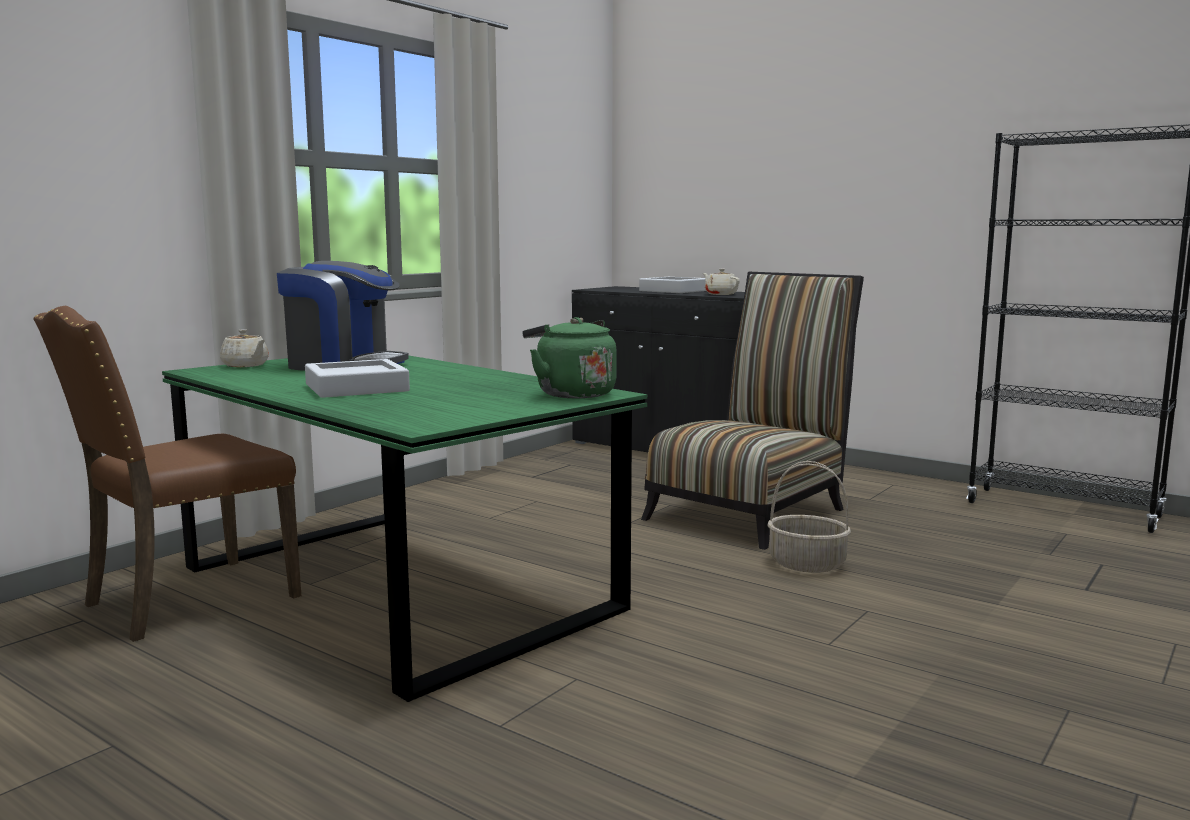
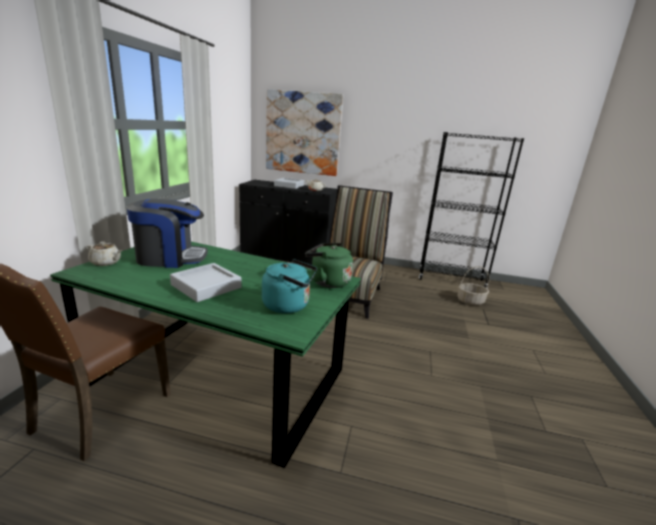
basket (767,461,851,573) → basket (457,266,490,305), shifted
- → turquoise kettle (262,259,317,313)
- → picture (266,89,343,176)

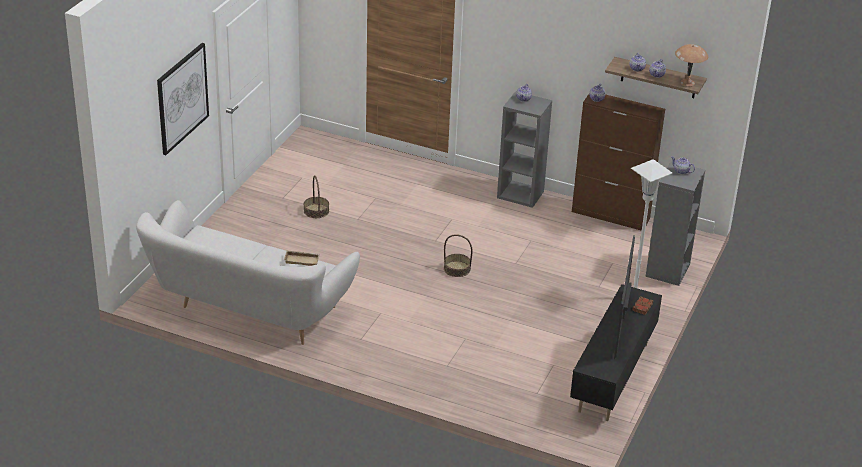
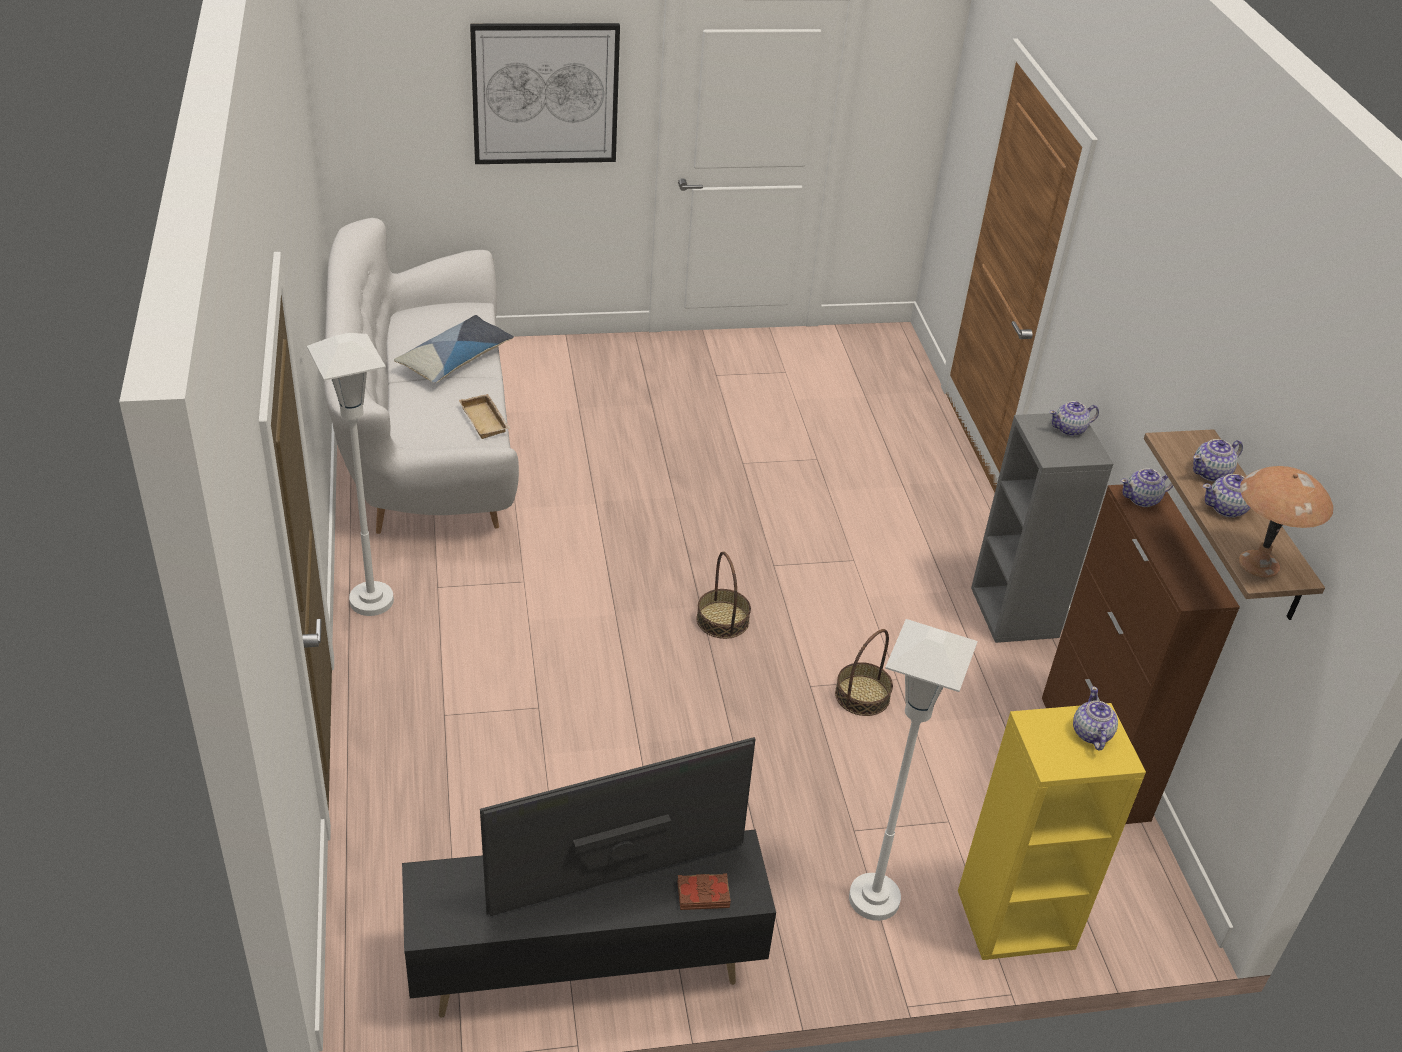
basket (304,175,329,218) → basket (835,629,893,716), shifted
grey bookcase (646,161,705,286) → yellow bookcase (958,703,1146,960)
- → white floor lamp (307,333,394,616)
- → pillow (394,315,514,383)

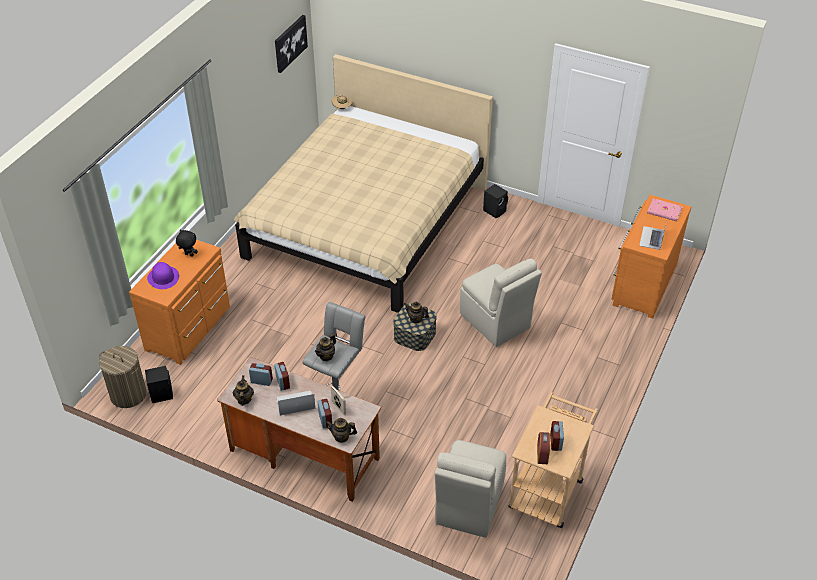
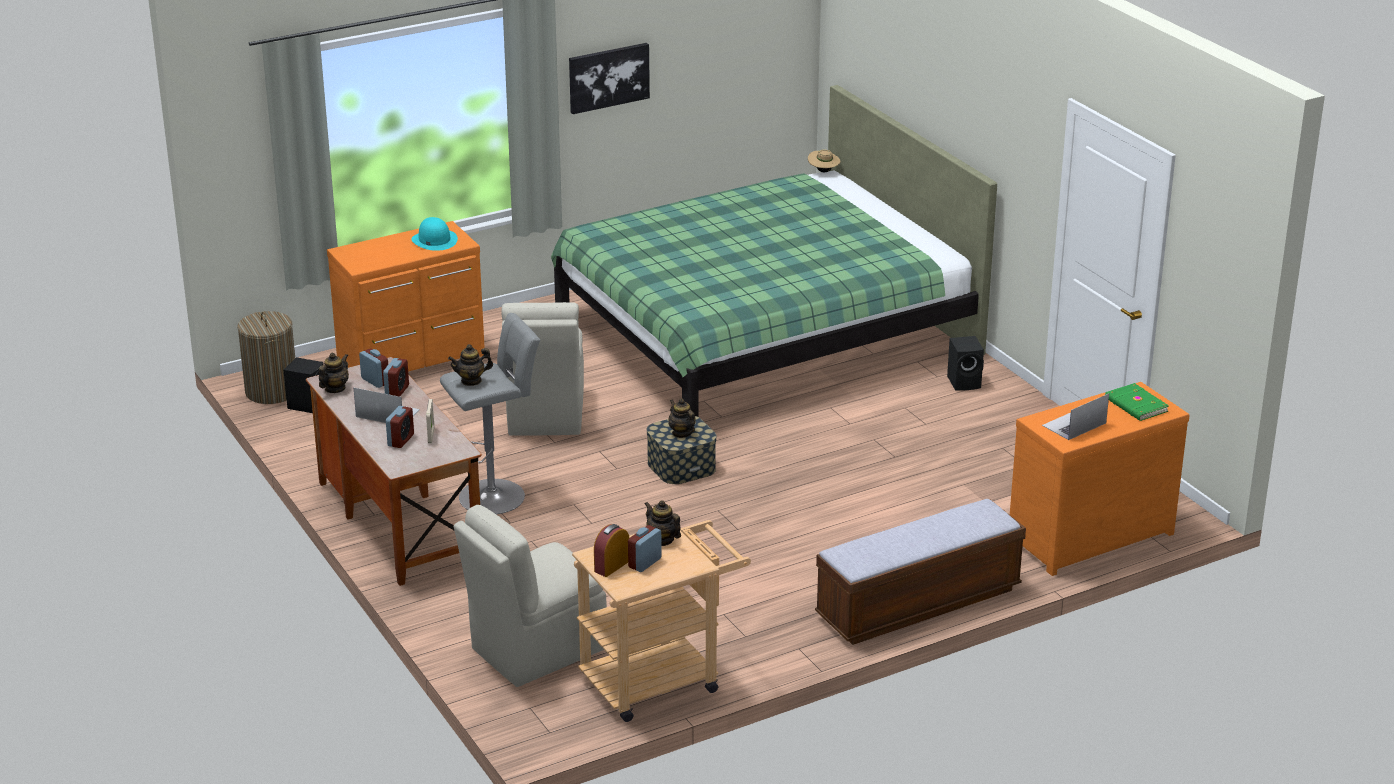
purple hat (147,262,179,289) → -
black plush toy (176,229,198,257) → turquoise hat (411,217,458,251)
beige bed (234,54,493,313) → green bed (551,85,997,417)
picture (275,15,308,73) → picture (569,43,650,114), shifted
teapot (325,418,357,443) → teapot (645,500,681,546), shifted
beige chair (460,259,542,347) → beige chair (501,302,584,436), shifted
pink book (647,198,683,221) → green book (1105,383,1169,421)
- → bench (815,499,1026,645)

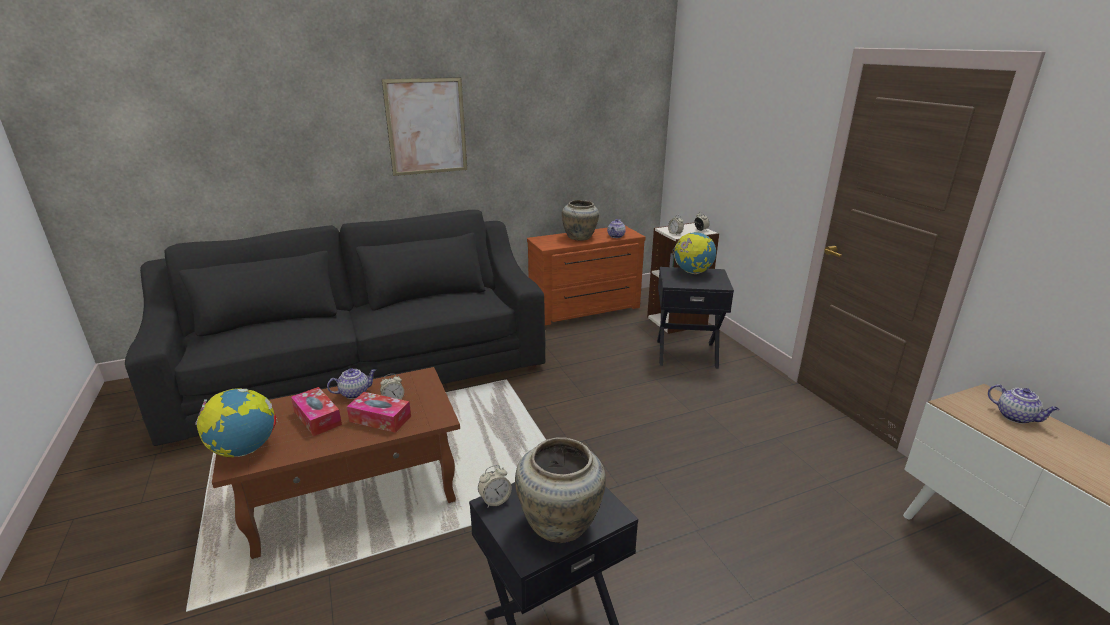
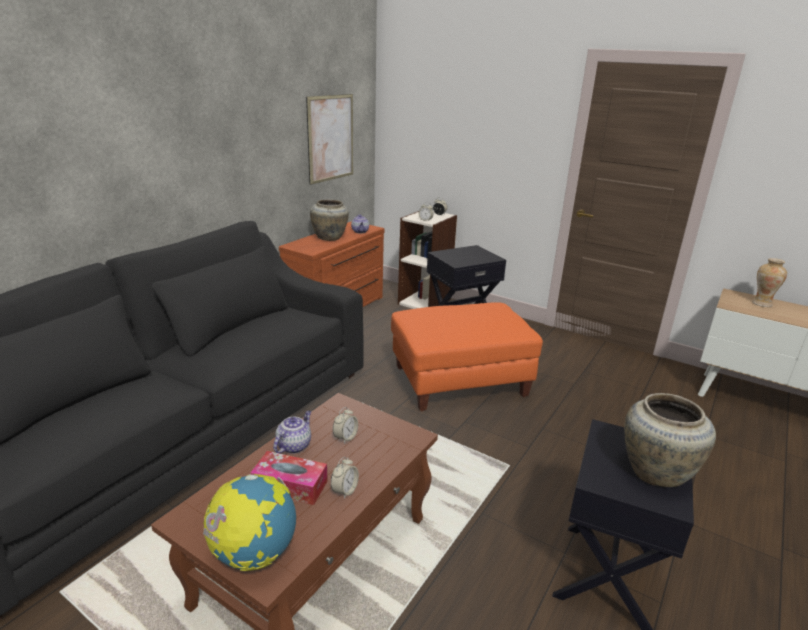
tissue box (347,392,411,433) → -
picture (382,77,467,176) → picture (306,94,353,185), shifted
alarm clock (478,465,512,508) → alarm clock (331,457,359,499), shifted
globe (672,231,716,274) → -
teapot (988,384,1060,424) → vase (752,258,787,307)
- → orange ottoman (391,302,543,411)

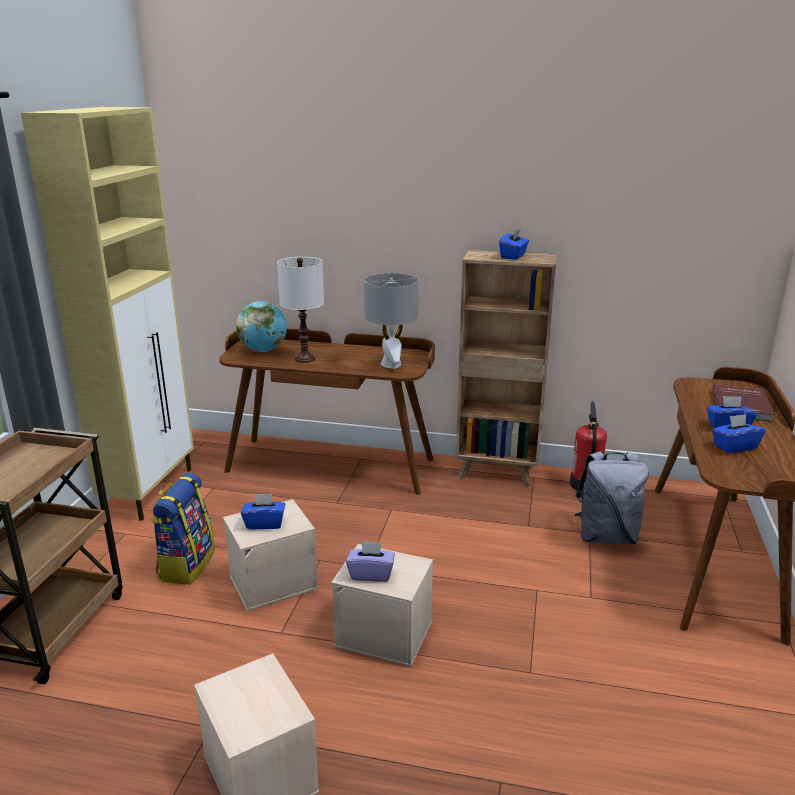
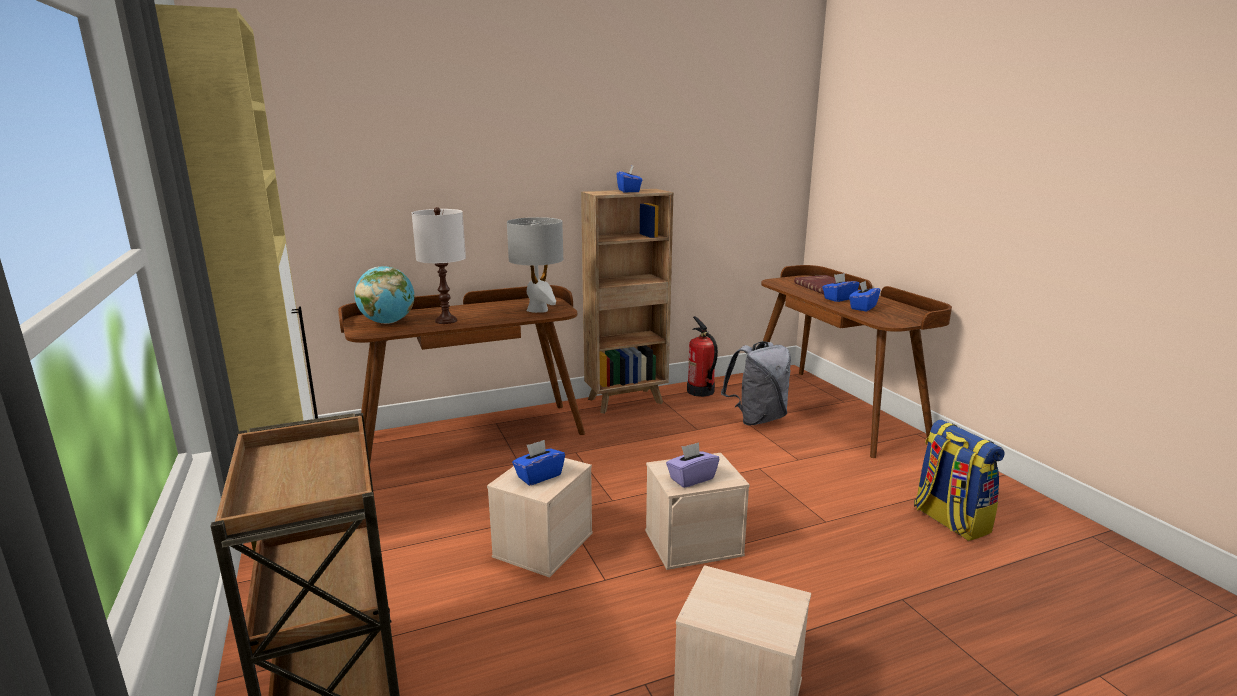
backpack (151,473,215,584) → backpack (914,420,1005,541), shifted

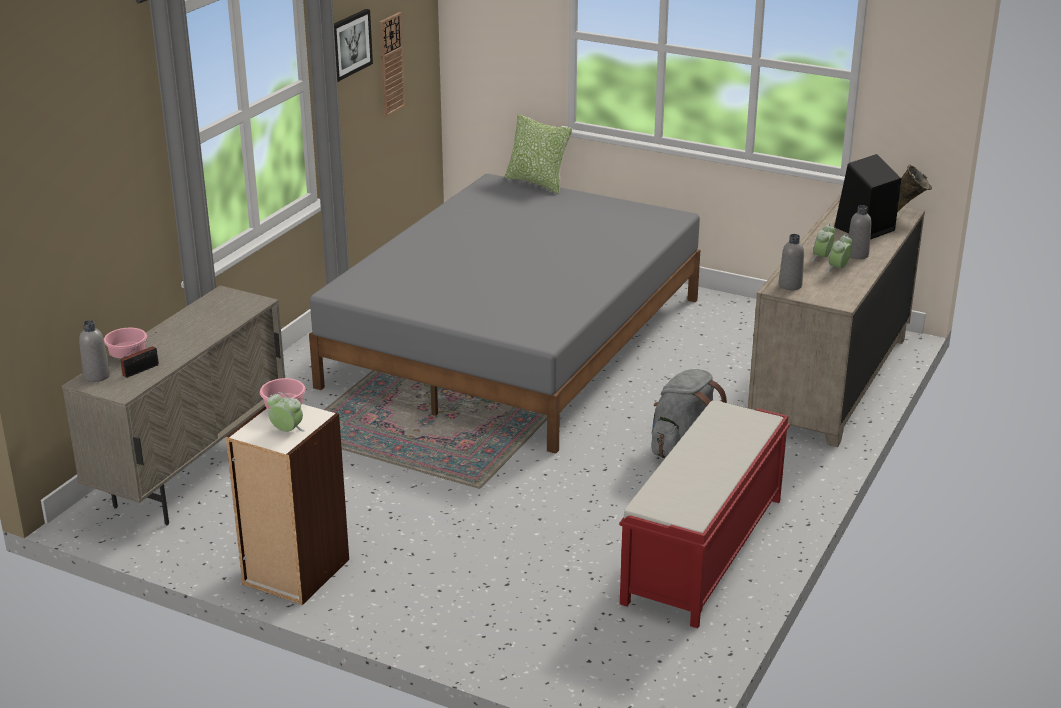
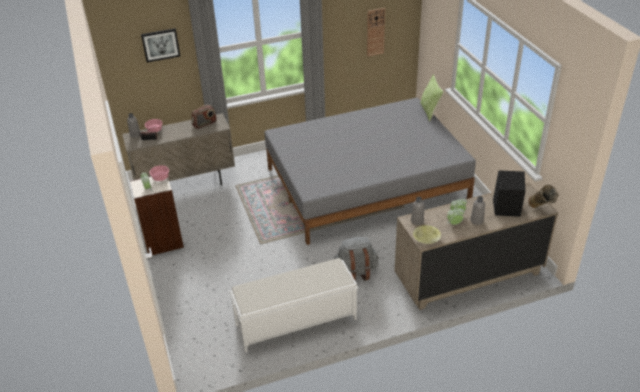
picture (334,9,373,82) → picture (141,28,180,63), shifted
red bench (620,400,790,628) → white bench (229,258,358,352)
- → radio (191,105,217,129)
- → yellow bowl (413,225,441,244)

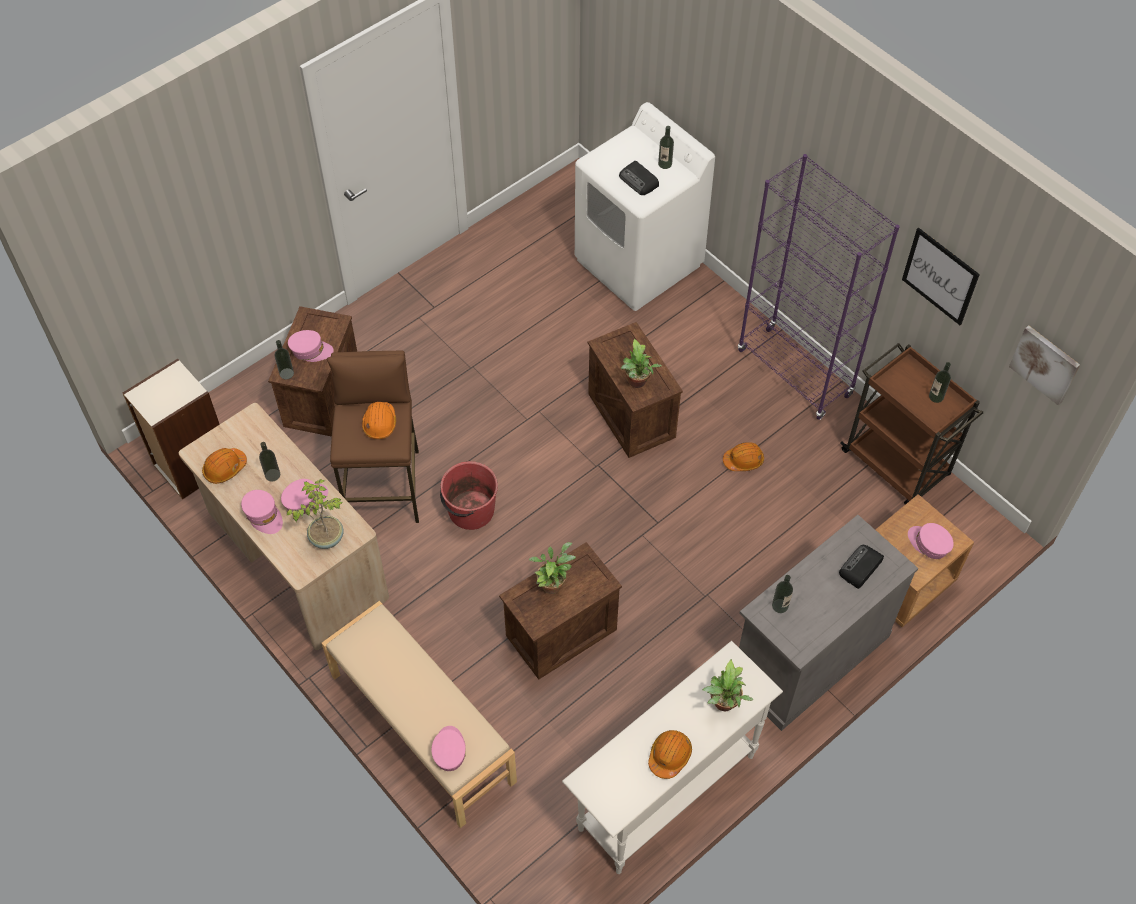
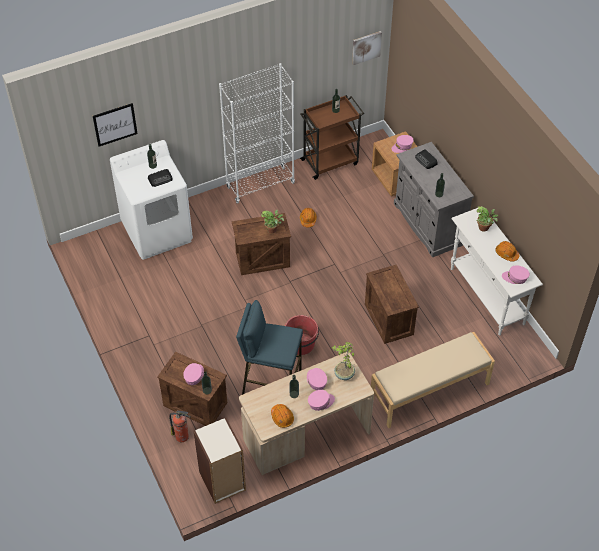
brown stool (327,351,419,523) → blue stool (236,300,303,395)
orange hard hat (362,402,396,439) → -
pink cap (432,726,466,771) → pink cap (502,265,530,284), shifted
potted plant (529,542,576,594) → -
purple bookcase (738,154,900,420) → white bookcase (219,63,295,204)
picture (902,228,980,325) → picture (93,103,138,147), shifted
- → fire extinguisher (169,411,191,442)

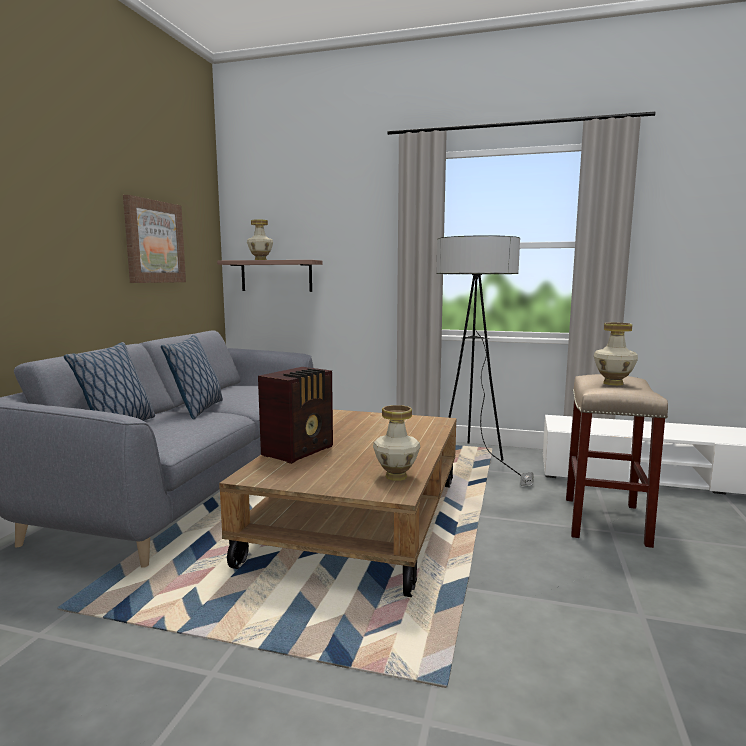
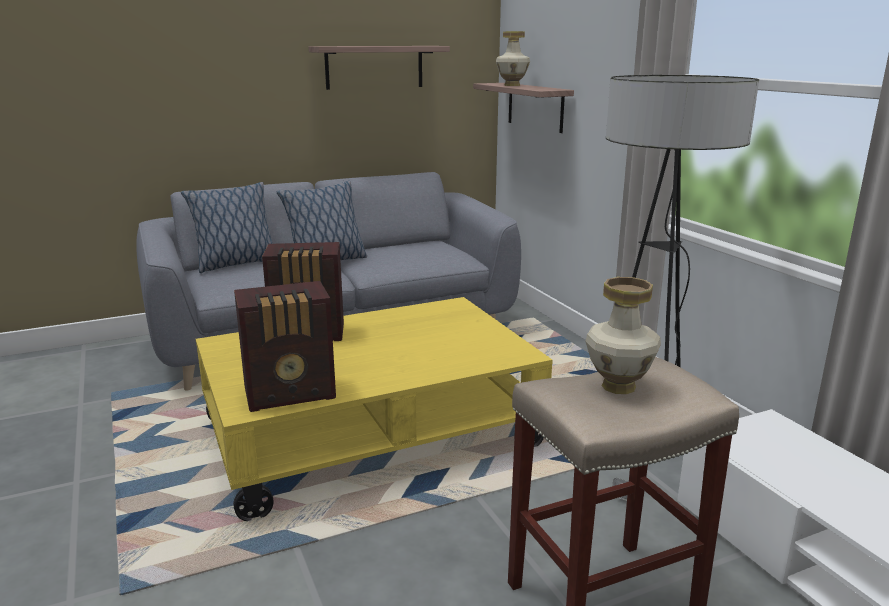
picture (123,195,186,283) → shelf (309,46,450,90)
brown coffee table (219,409,456,597) → yellow coffee table (196,297,553,521)
vase (373,405,420,481) → radio (234,281,336,412)

